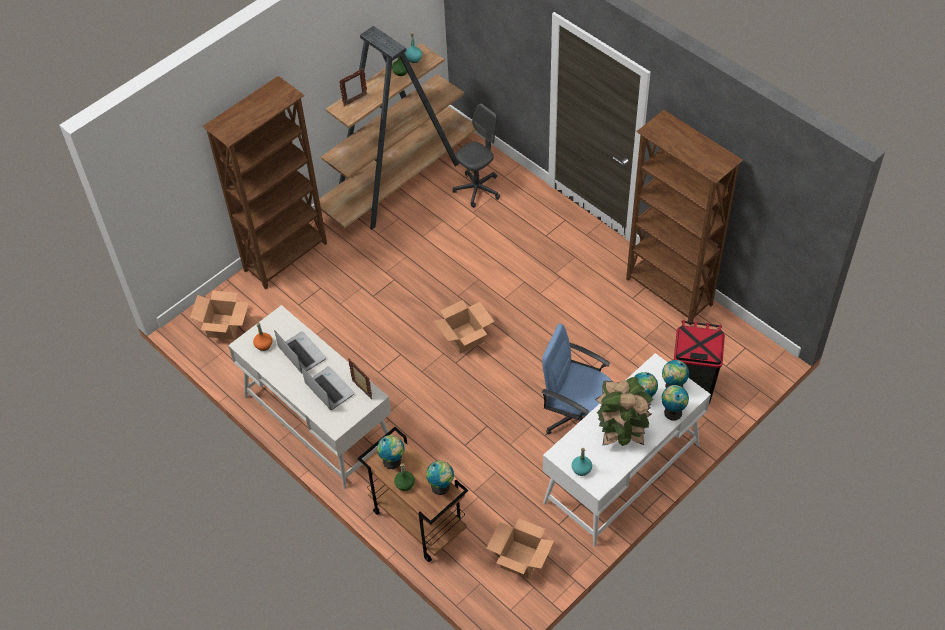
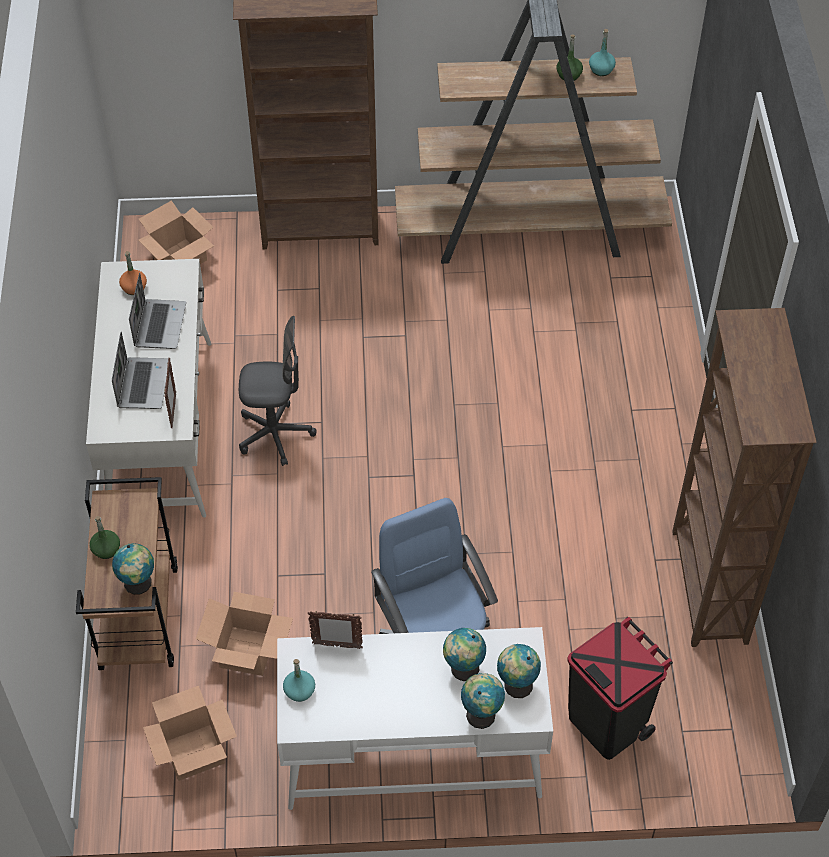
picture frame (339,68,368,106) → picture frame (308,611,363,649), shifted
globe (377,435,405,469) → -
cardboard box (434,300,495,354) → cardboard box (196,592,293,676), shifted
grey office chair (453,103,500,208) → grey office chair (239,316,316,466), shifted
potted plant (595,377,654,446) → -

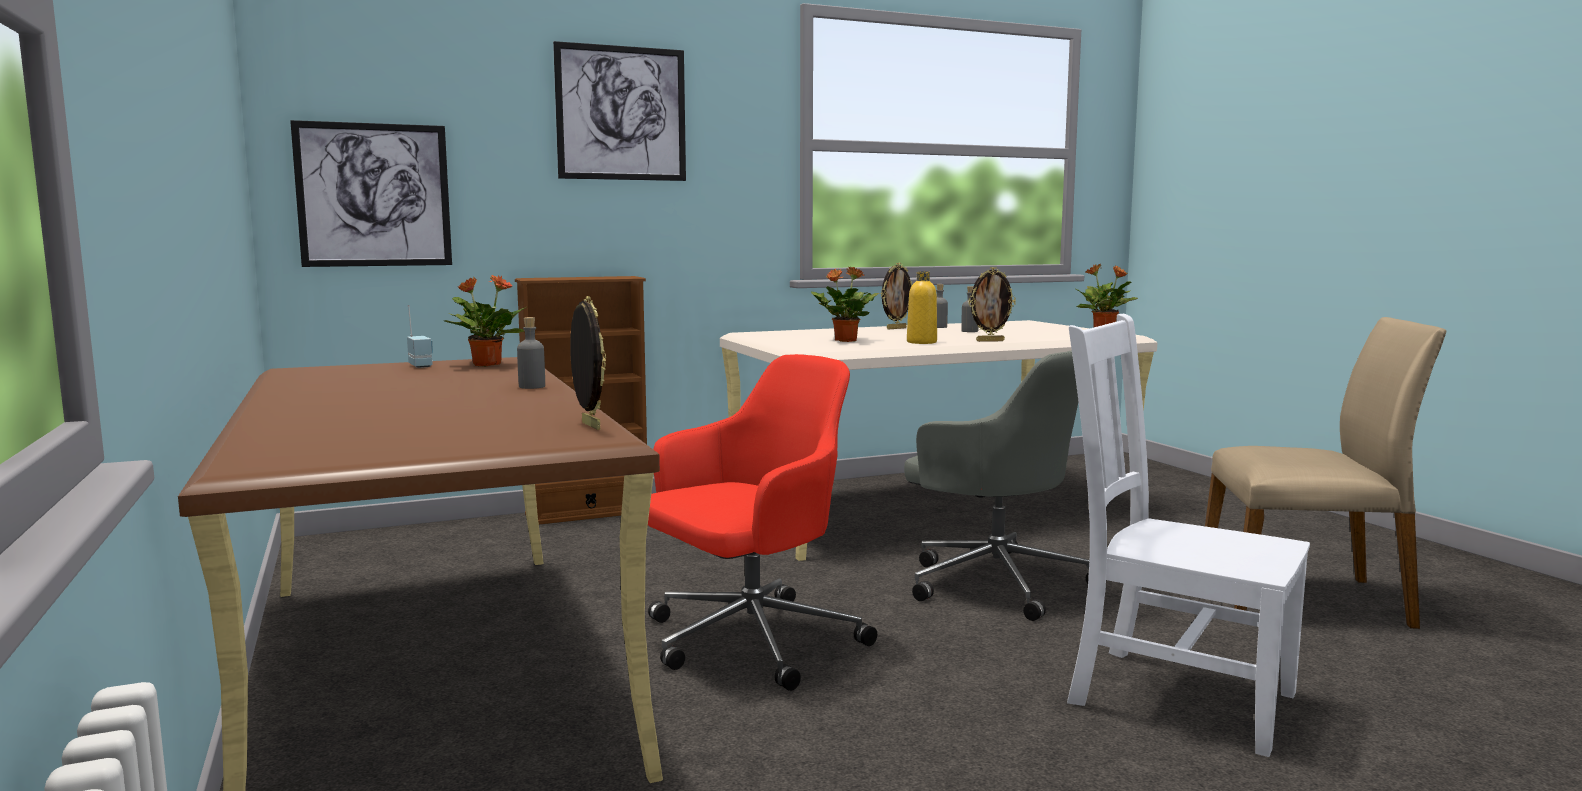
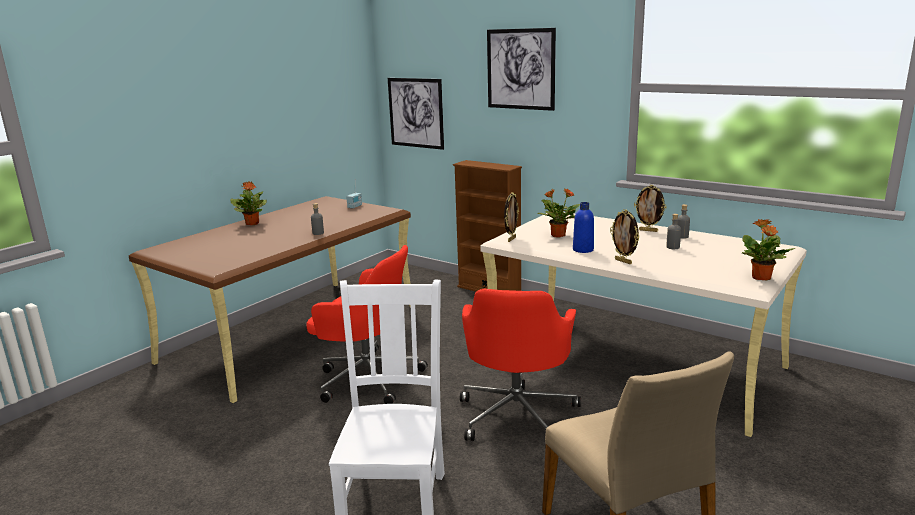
potted plant (445,275,526,366) → potted plant (230,181,267,225), shifted
picture frame (570,296,606,430) → picture frame (504,192,519,242), shifted
grey office chair (904,350,1089,621) → red office chair (460,289,581,447)
yellow bottle (907,272,937,344) → blue bottle (573,202,594,253)

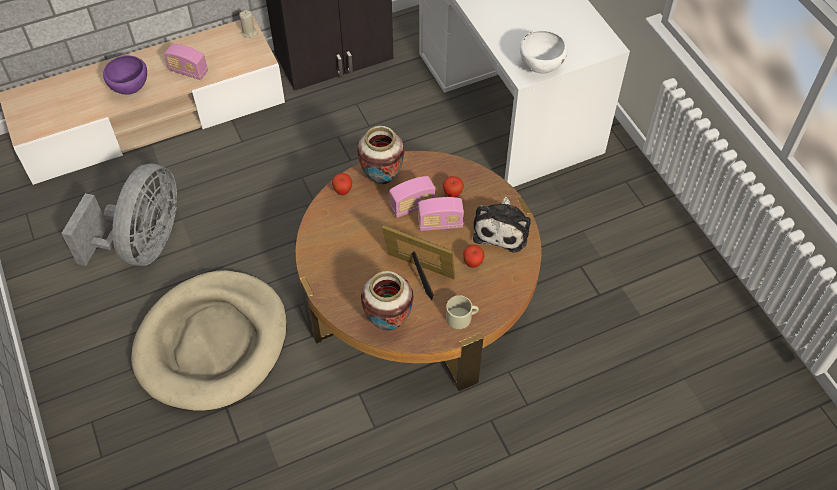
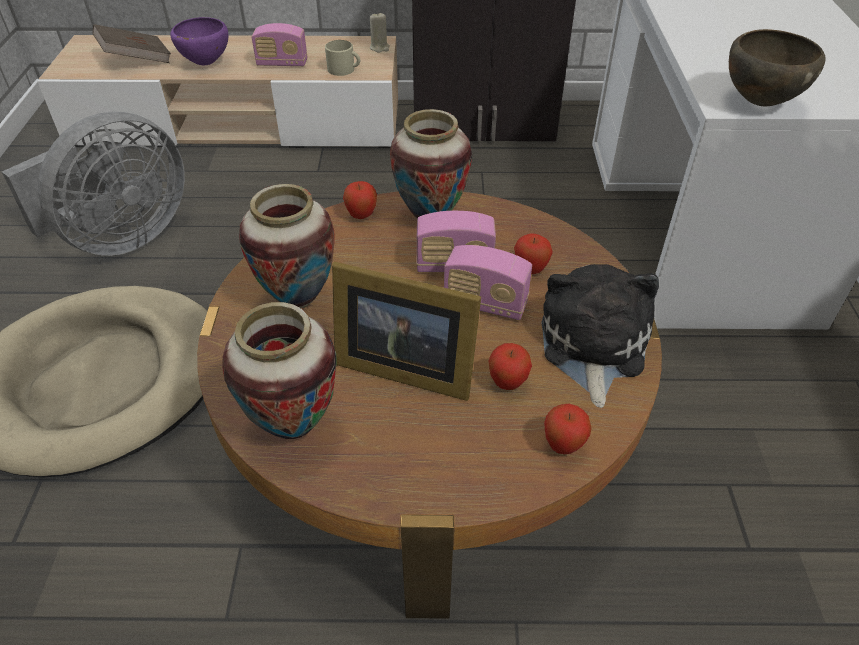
radio (164,44,208,80) → radio (252,23,307,66), 45 degrees counterclockwise
picture frame (382,225,455,300) → picture frame (332,262,481,401), 150 degrees clockwise
beige mug (446,295,479,329) → beige mug (325,40,360,76), shifted
plush toy (473,197,531,253) → plush toy (542,264,659,408), 150 degrees clockwise
white bowl (520,30,568,73) → brown bowl (729,29,825,106)
- → brown book (93,24,171,63)
- → vase (239,184,335,309)
- → apple (544,404,592,454)

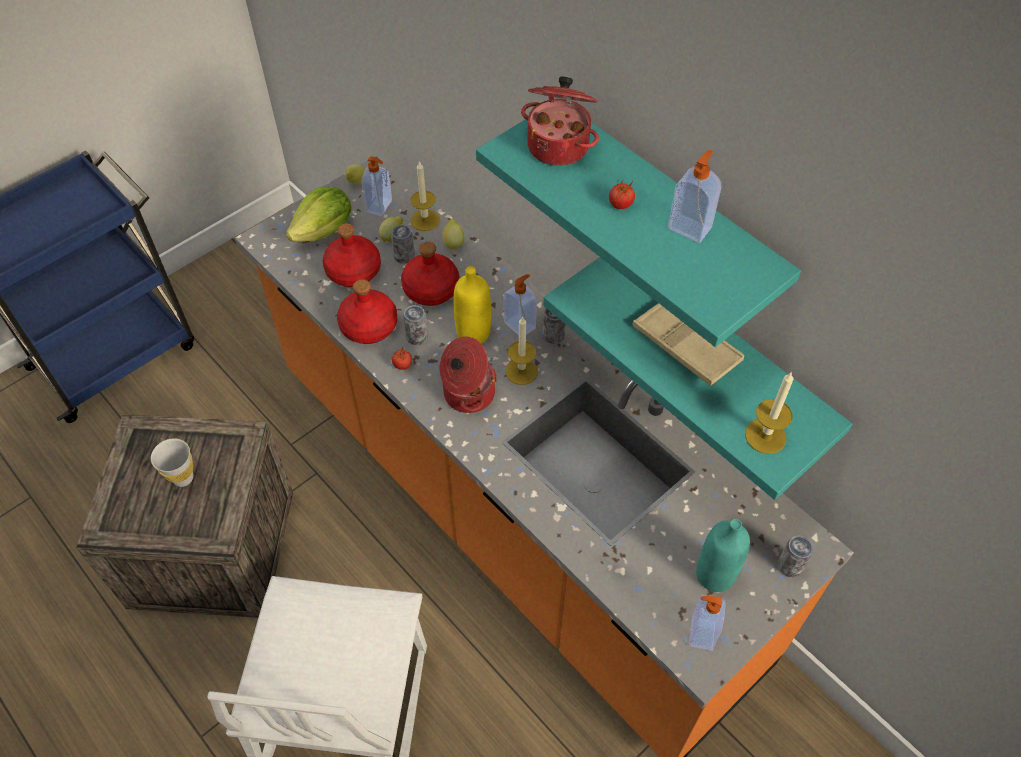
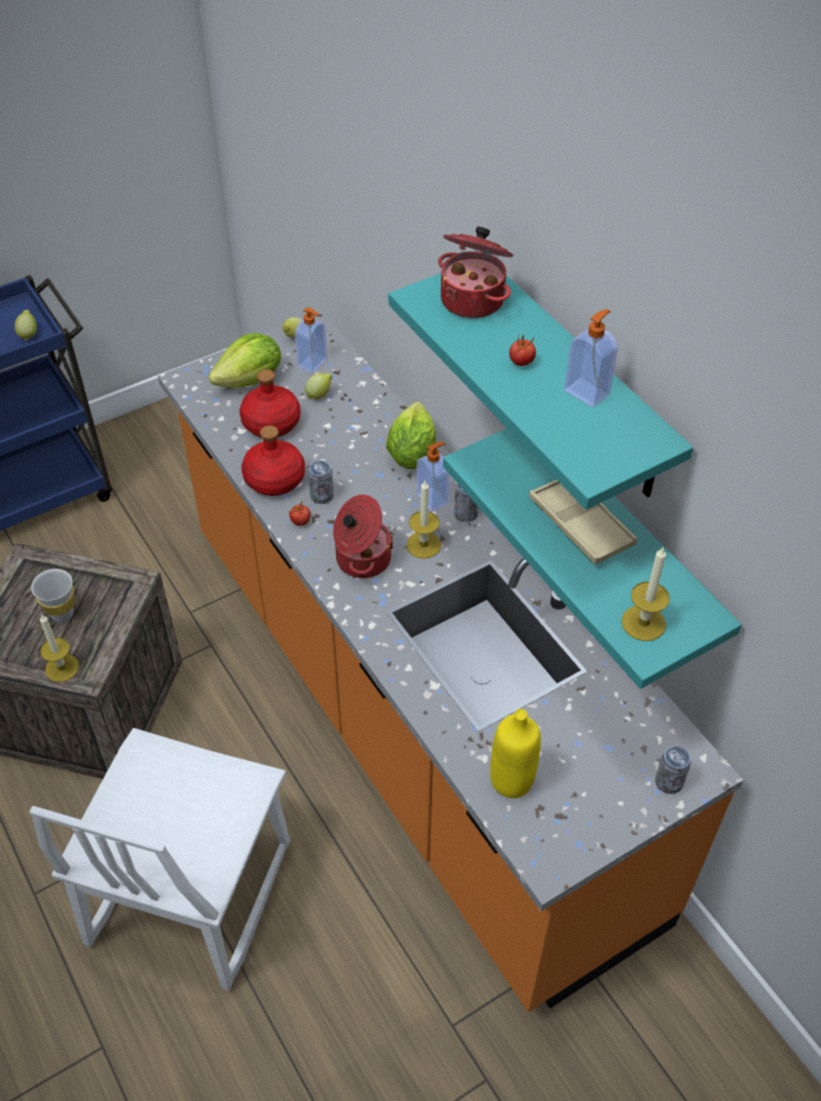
can (391,225,415,264) → -
red bottle (401,242,459,306) → -
candle (411,161,440,231) → candle (40,614,79,682), shifted
lemon (443,219,464,251) → lemon (15,310,37,341), shifted
yellow bottle (454,266,491,344) → yellow bottle (490,709,541,798), shifted
soap dispenser (689,594,725,651) → -
turquoise bottle (696,519,750,592) → -
- → lettuce (386,402,437,469)

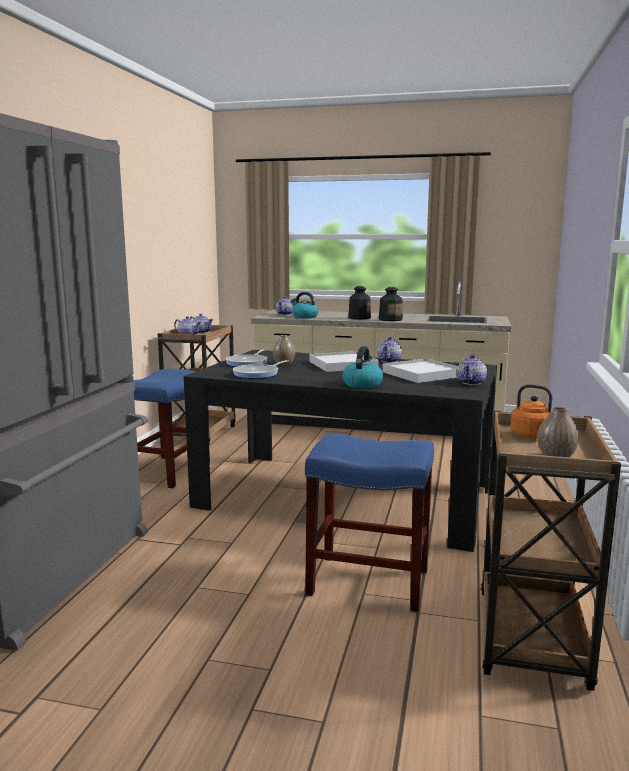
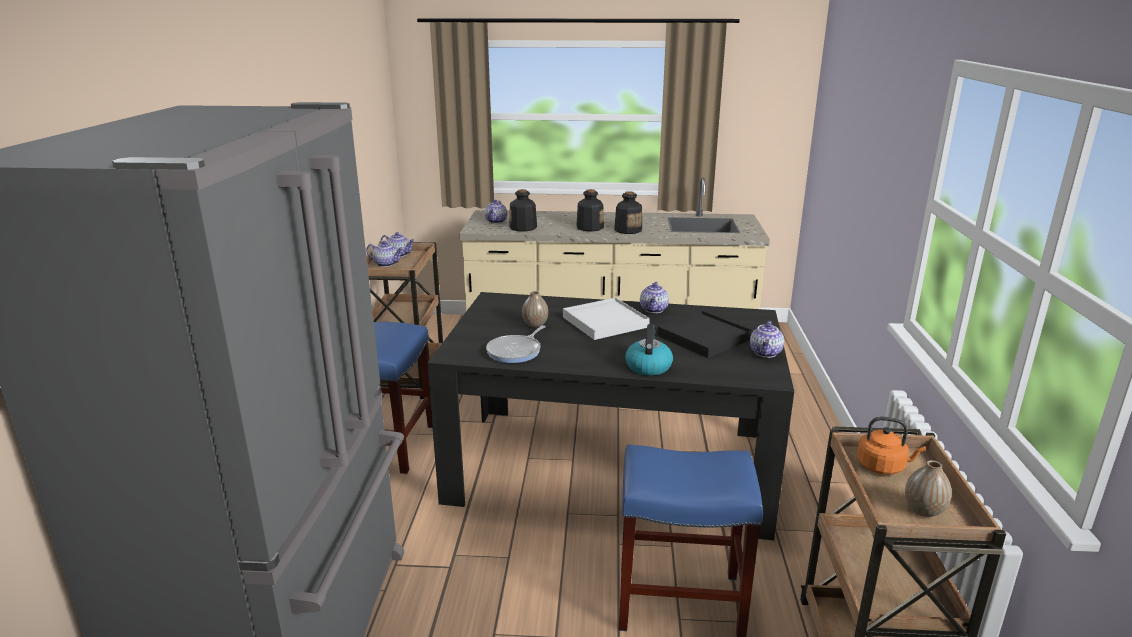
frying pan (226,350,267,367) → -
kettle (291,292,318,318) → bottle (509,189,537,232)
white tray (382,358,458,383) → black tray (658,311,753,358)

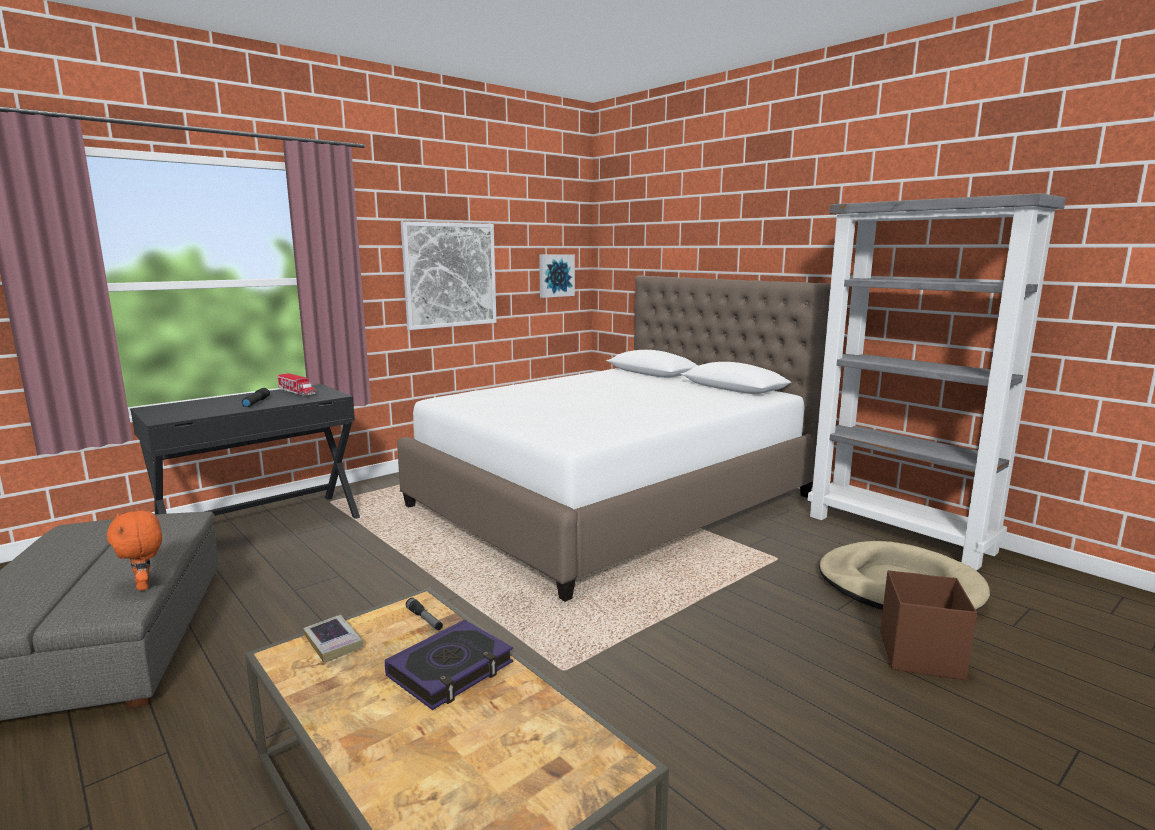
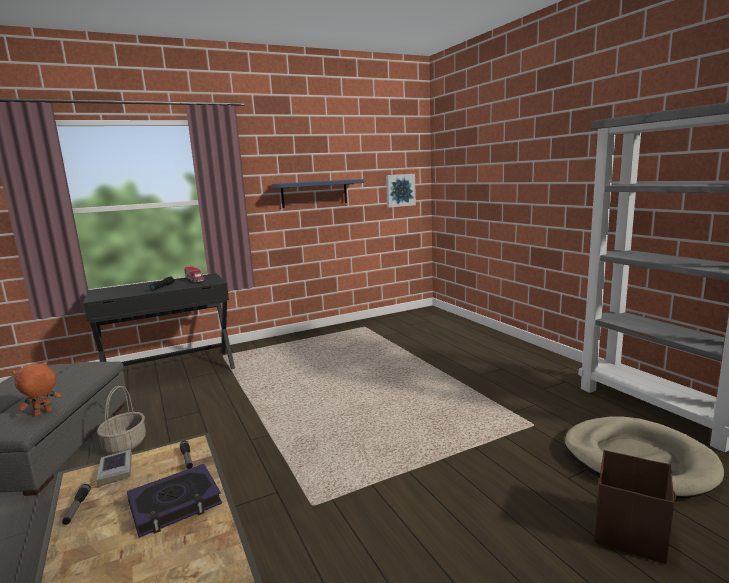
orange plush toy (107,511,162,591) → orange plush toy (12,361,62,417), 60 degrees clockwise
white bed (398,275,831,602) → -
picture (401,221,497,330) → blue shelf (272,179,364,208)
- → flashlight (62,484,91,525)
- → basket (97,386,146,454)

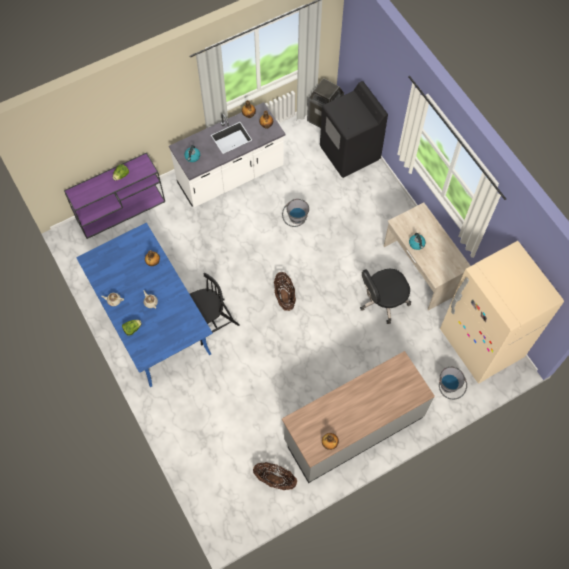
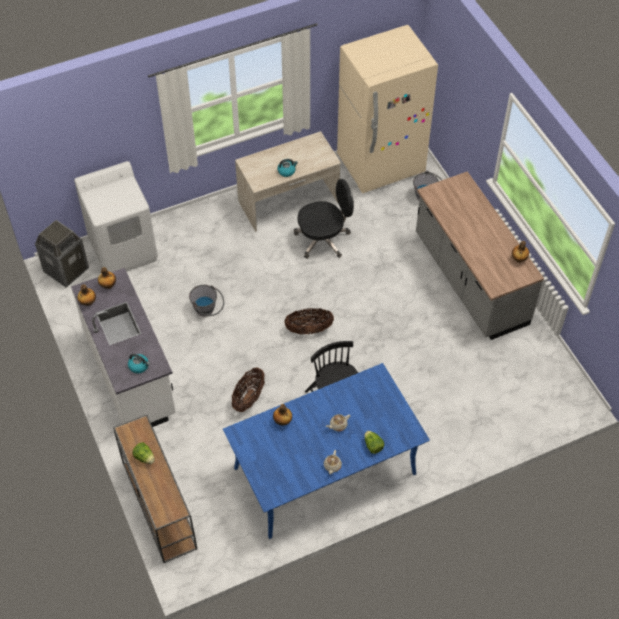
purple console table (64,152,165,239) → brown console table (113,415,197,563)
basket (253,462,297,490) → basket (232,367,265,412), shifted
black washing machine (320,81,388,178) → white washing machine (74,161,158,272)
black office chair (360,269,411,324) → black office chair (294,179,354,259), 90 degrees counterclockwise

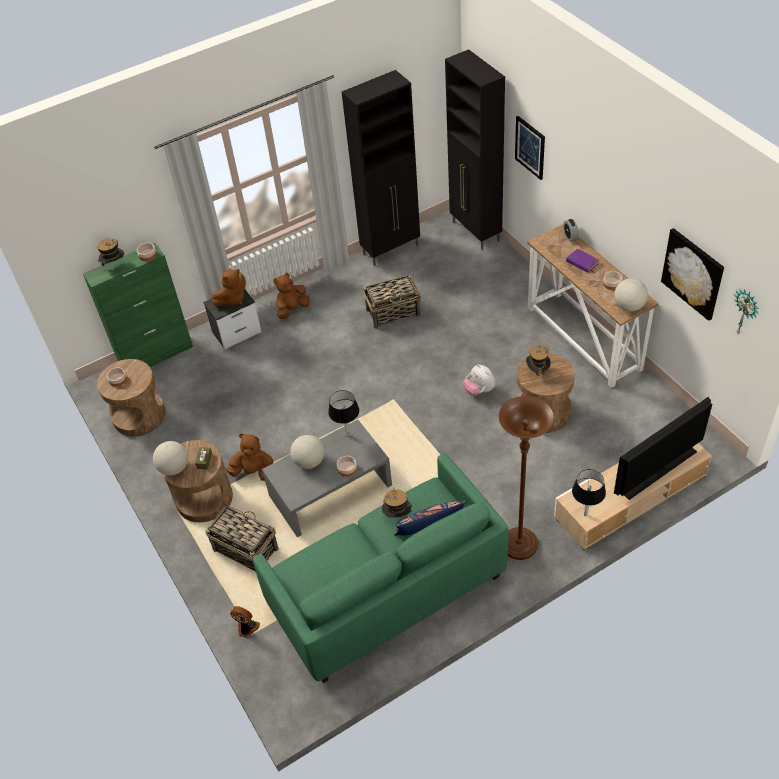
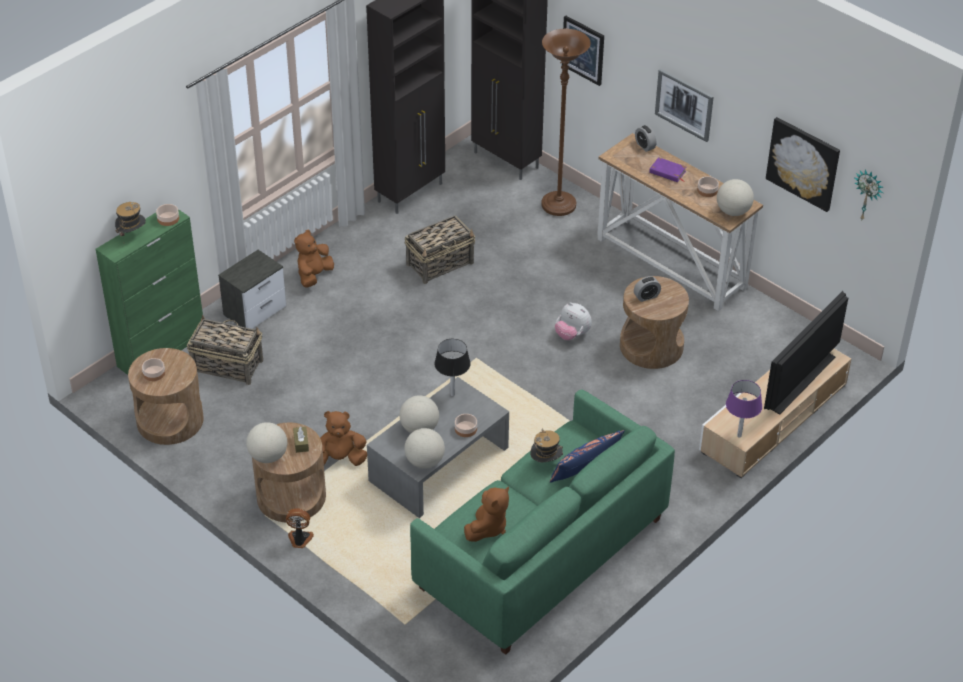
basket (205,503,279,572) → basket (187,315,263,385), shifted
brown plush toy (212,269,246,306) → brown plush toy (464,487,509,542), shifted
fan (230,606,260,638) → fan (286,508,314,548), shifted
brown floor lamp (499,396,554,560) → brown floor lamp (541,29,591,216), shifted
hat (526,345,551,376) → alarm clock (634,276,661,302)
black table lamp (572,469,606,516) → purple table lamp (726,380,762,438)
- → globe (404,428,445,469)
- → picture (655,69,714,142)

